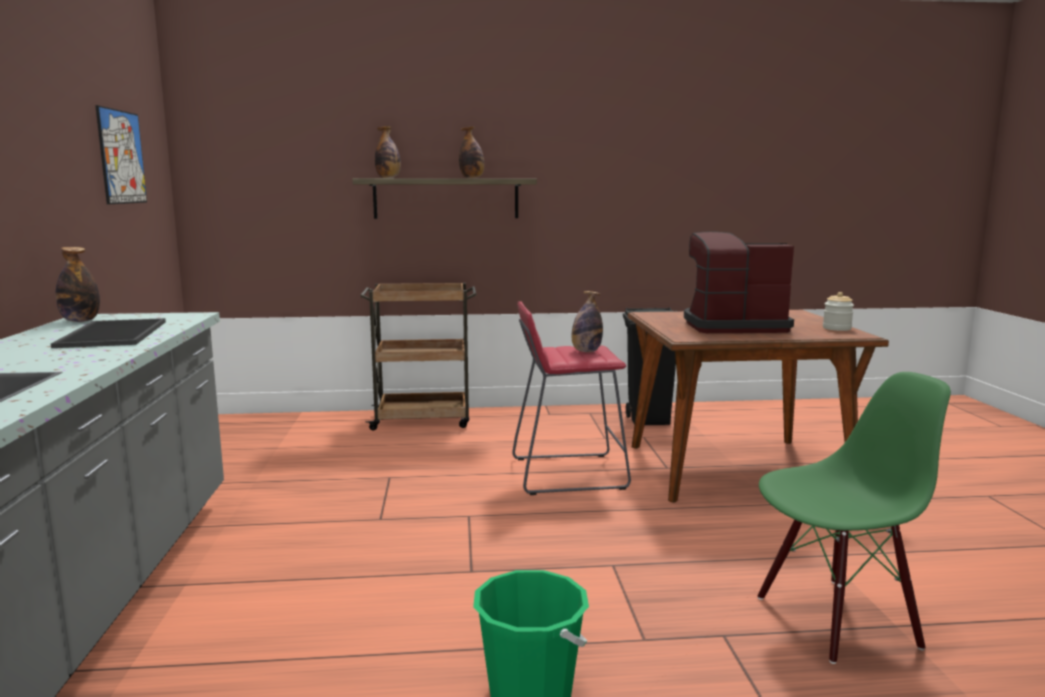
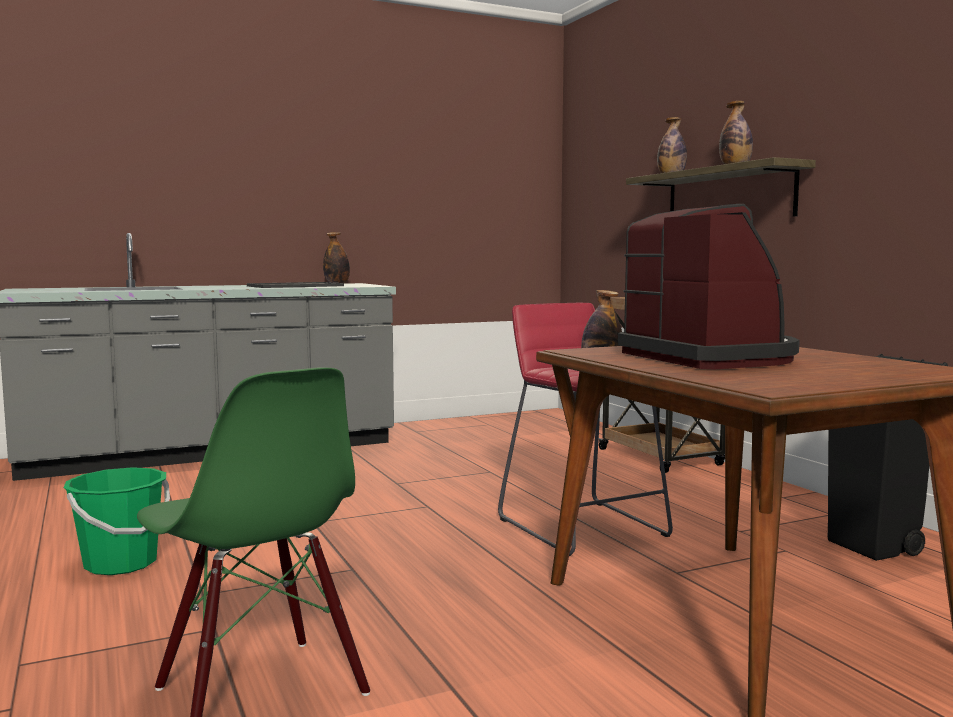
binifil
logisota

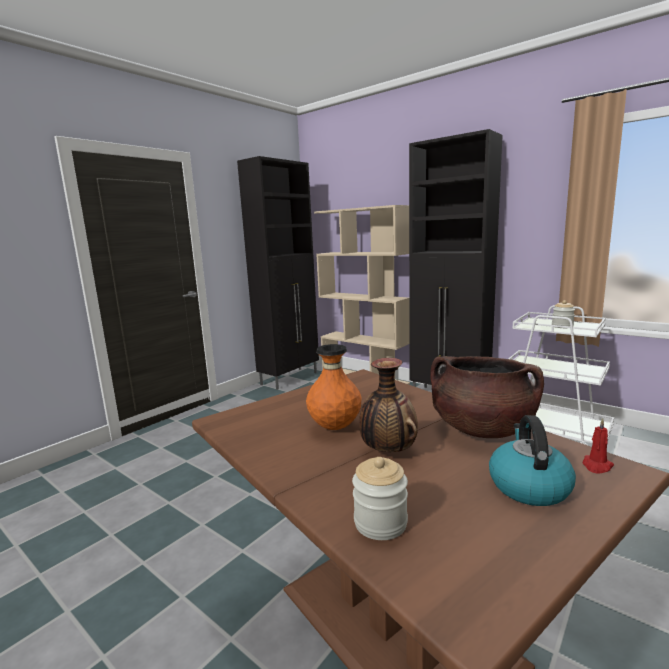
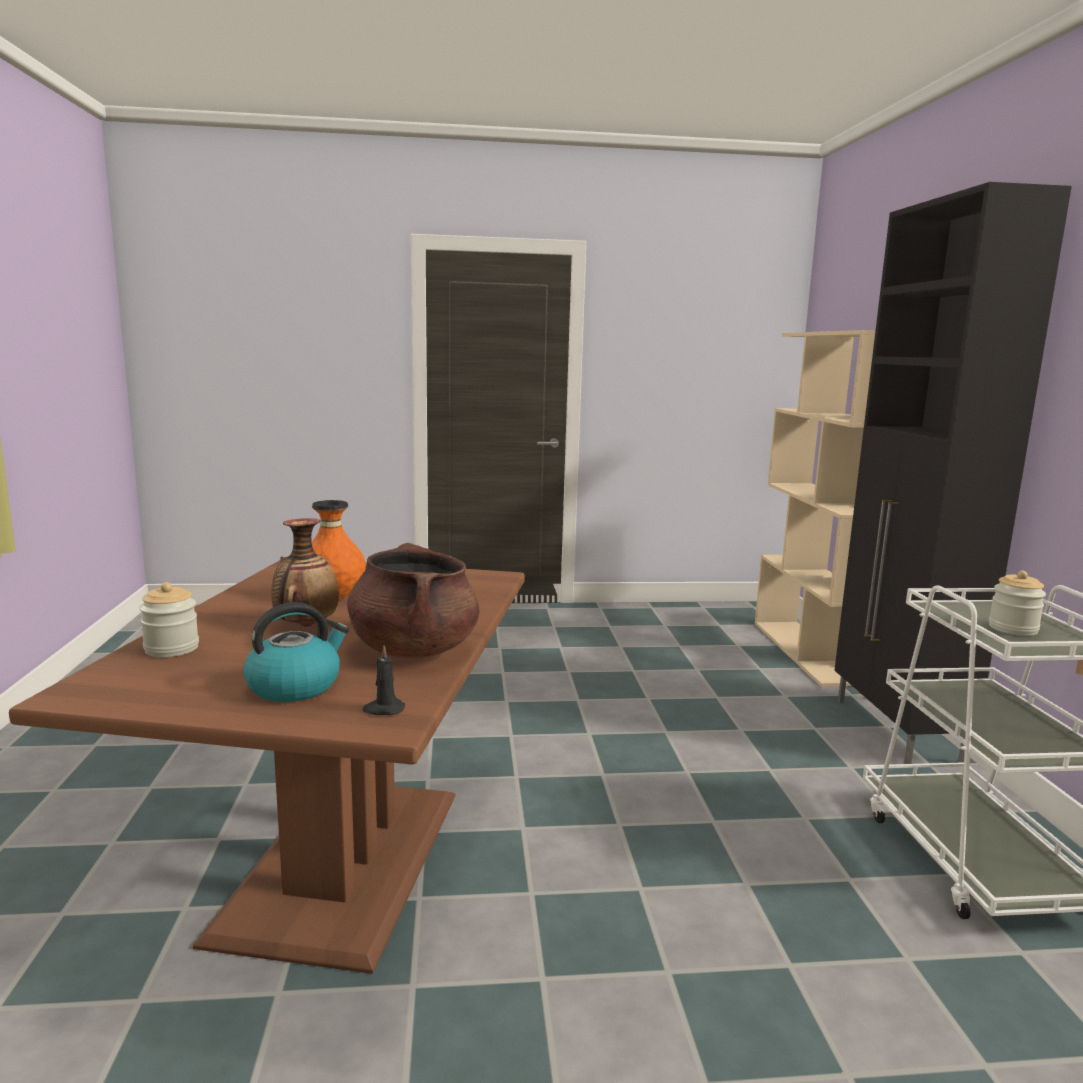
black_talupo (no. 1 from left in the first image)
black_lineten

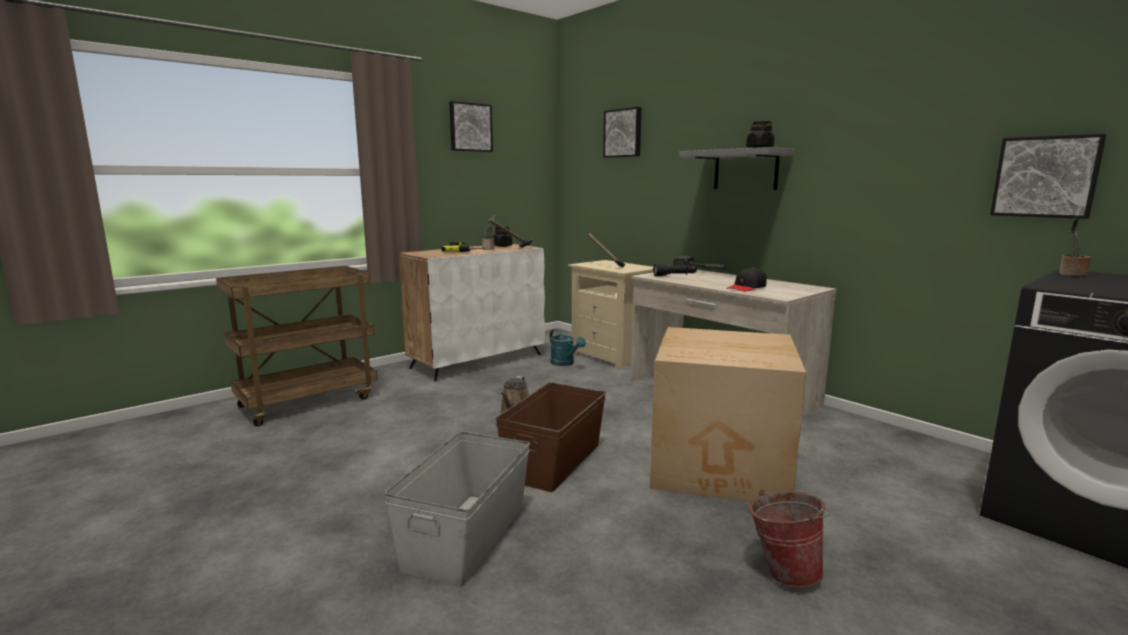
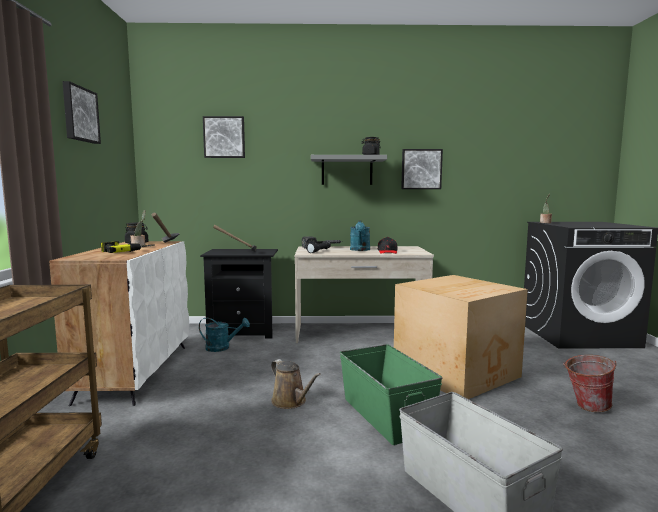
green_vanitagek
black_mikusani
binifil (no. 3 from left)
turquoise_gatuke (no. 2 from left)

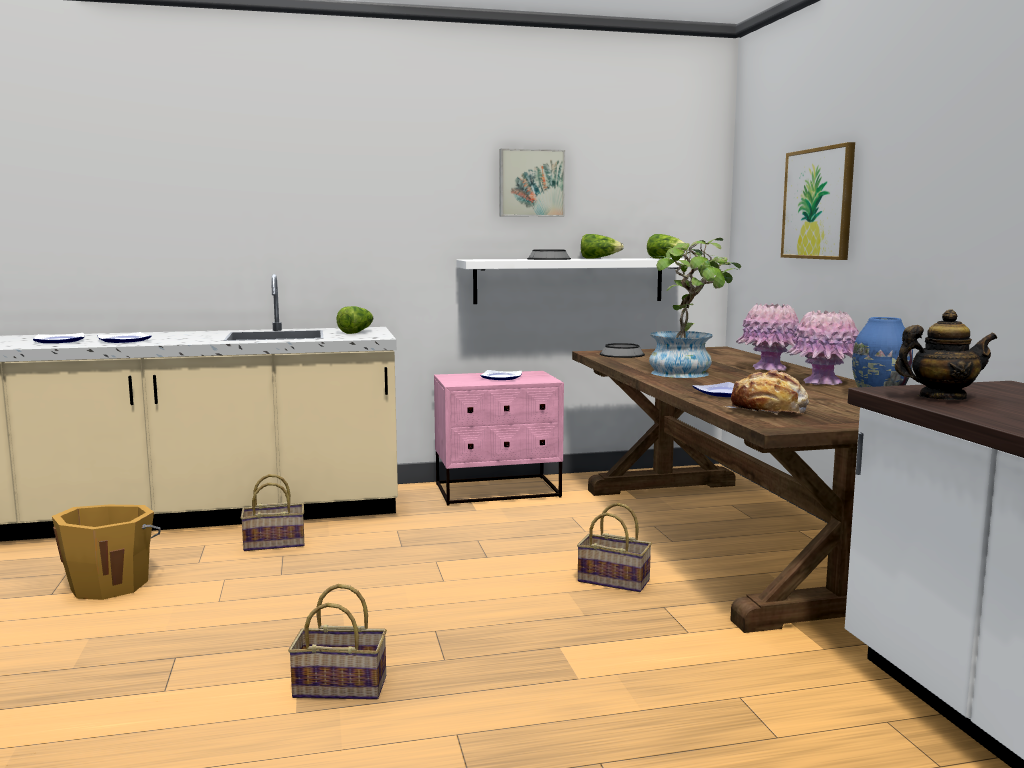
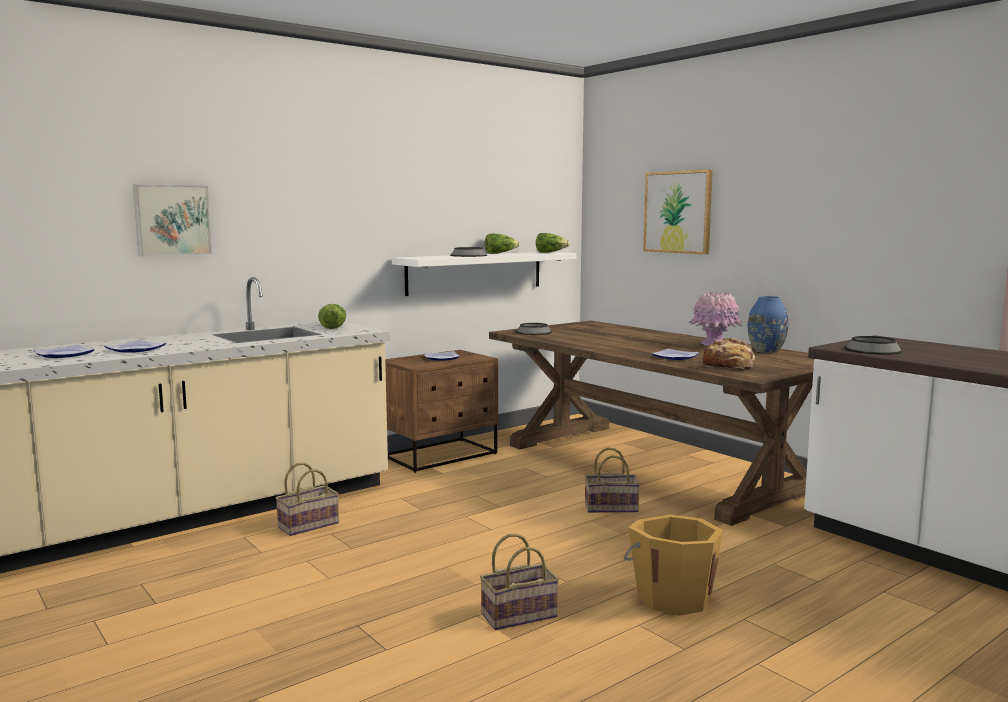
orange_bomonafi
brown_mikusani
binifil (no. 1 from left)
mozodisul
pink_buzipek (no. 1 from left in the first image)
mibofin (no. 3 from left)

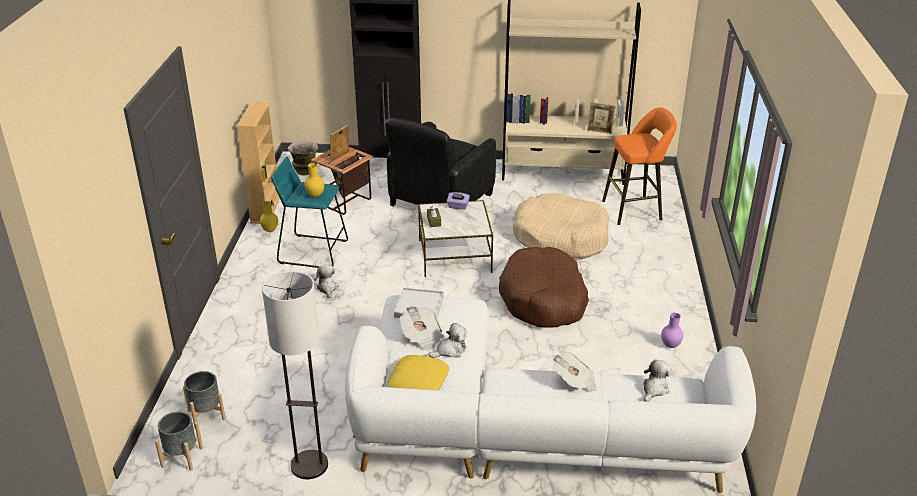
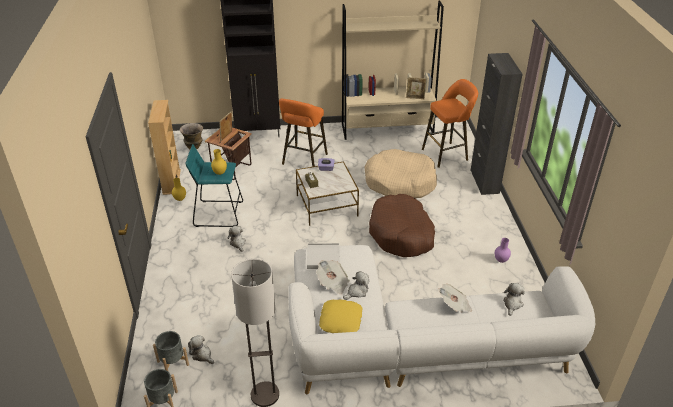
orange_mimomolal (no. 1 from left)
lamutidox (no. 1 from left)
black_talupo (no. 2 from left)

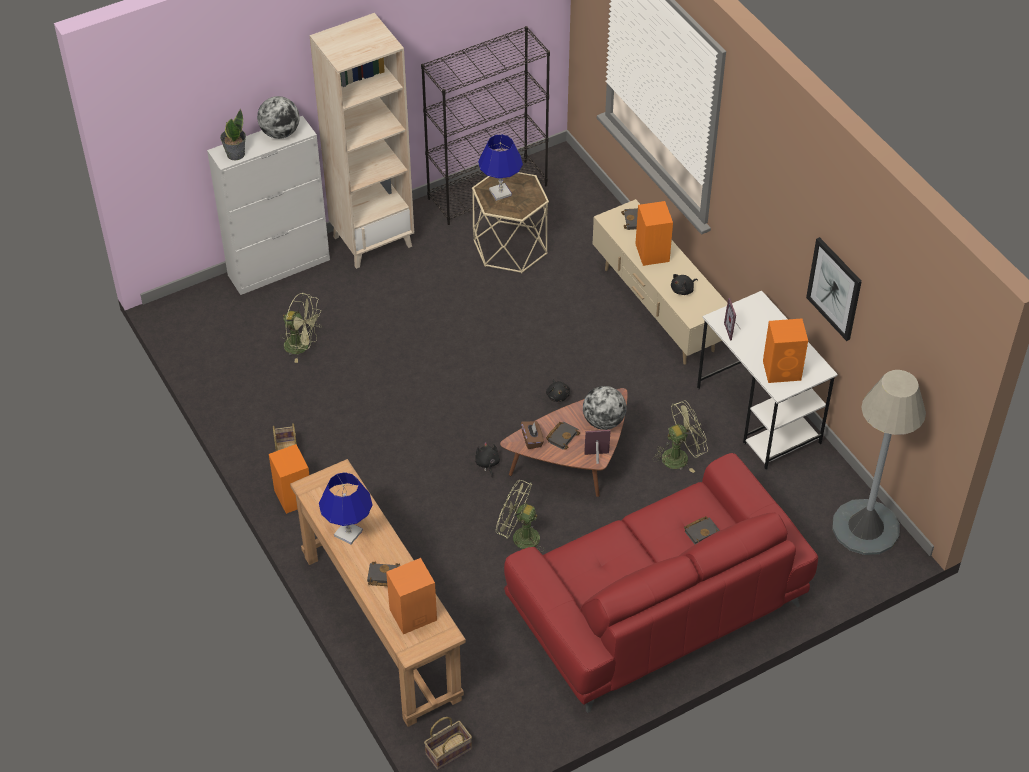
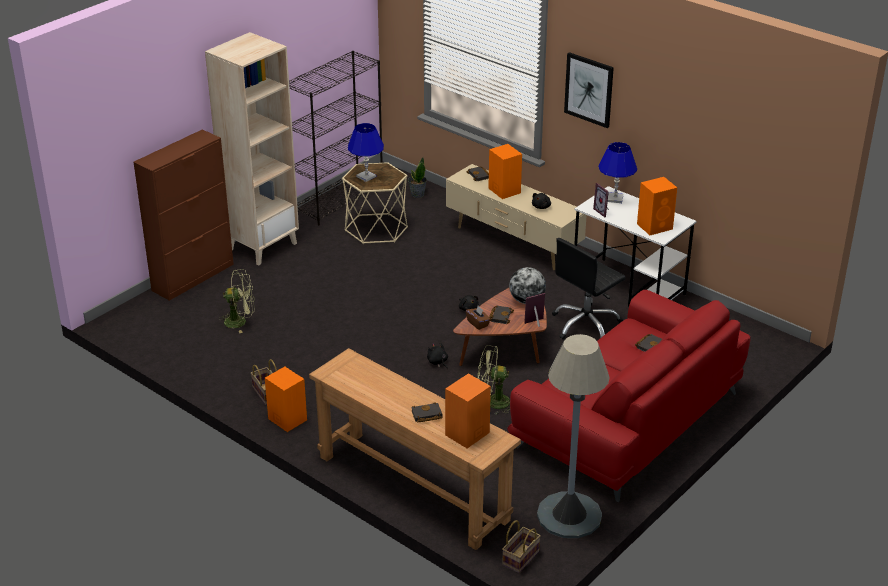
brown_talupo
mozodisul
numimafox (no. 1 from left in the first image)
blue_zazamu (no. 2 from left)
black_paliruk
binifil
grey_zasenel

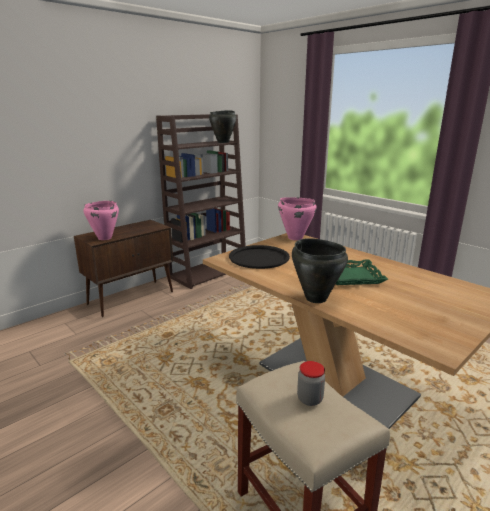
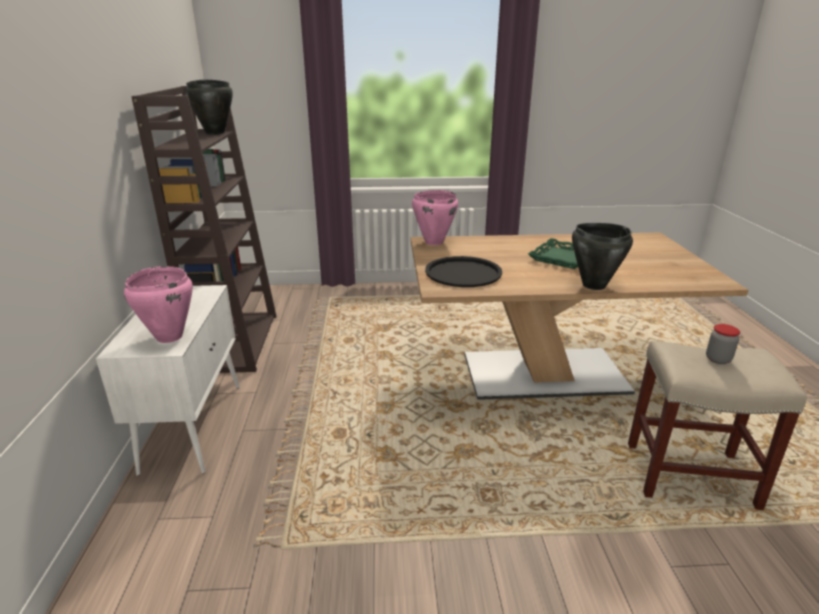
white_talupo

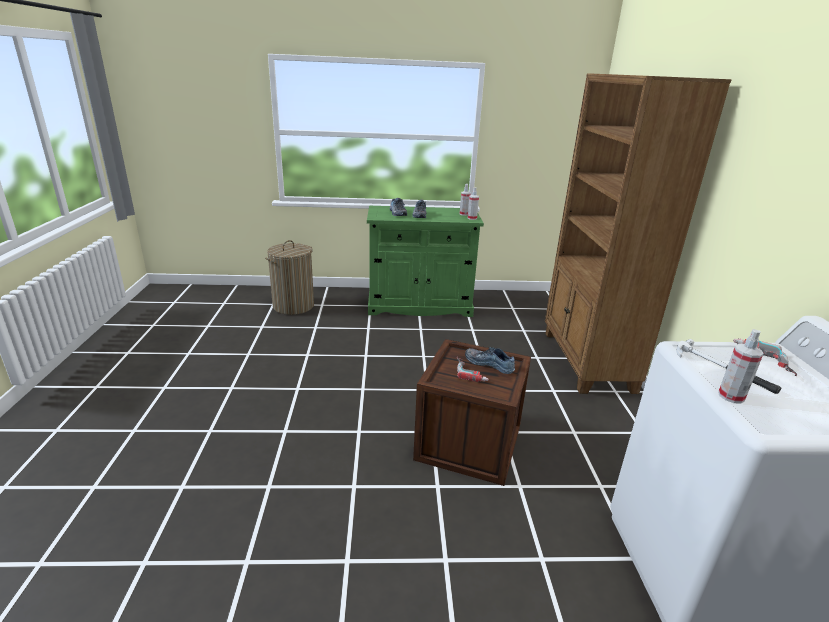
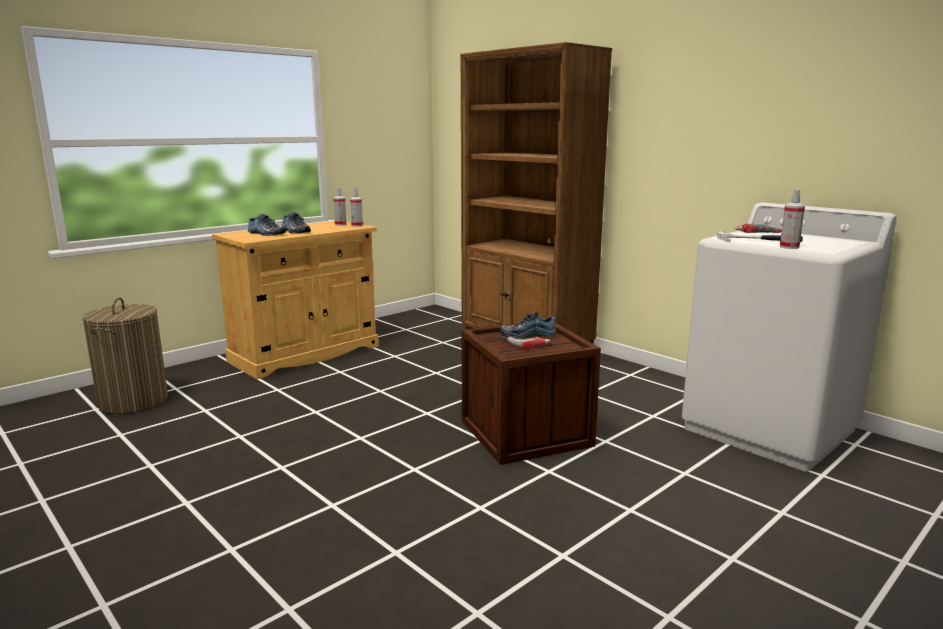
beige_talupo

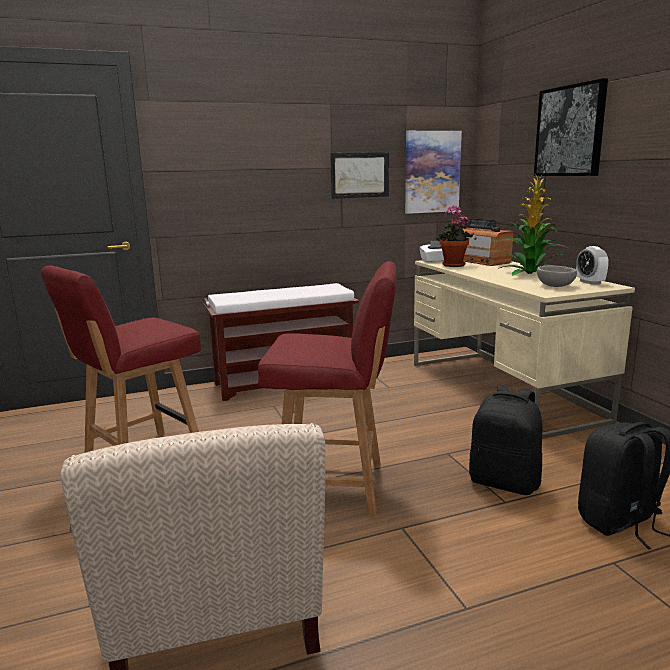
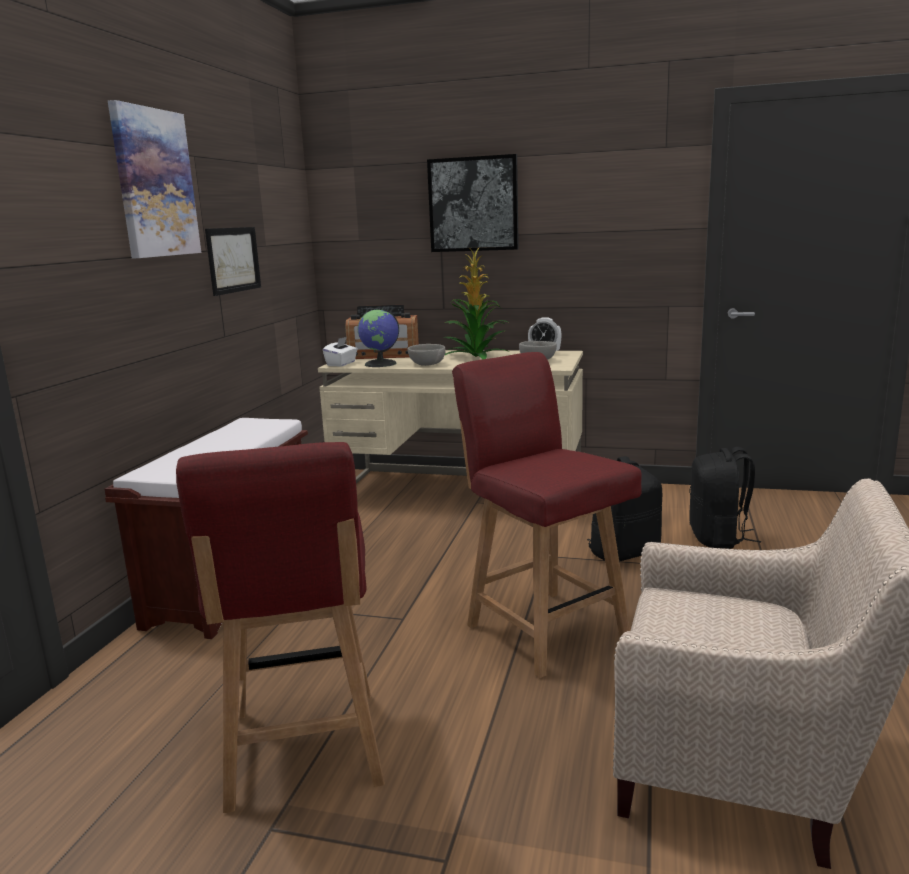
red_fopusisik (no. 2 from left)
binifil (no. 1 from left)
numimafox
grey_mibofin (no. 1 from left)

